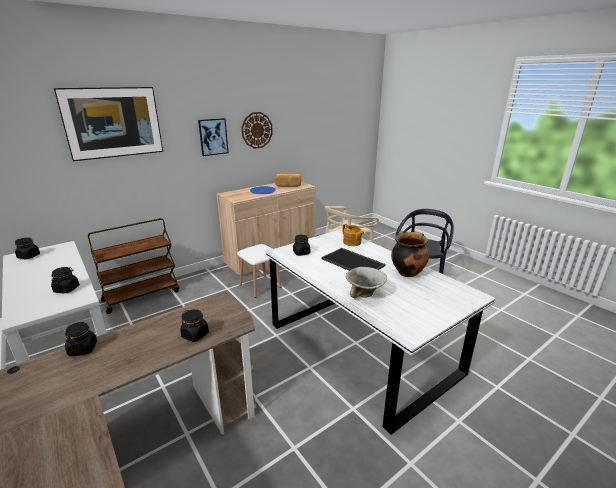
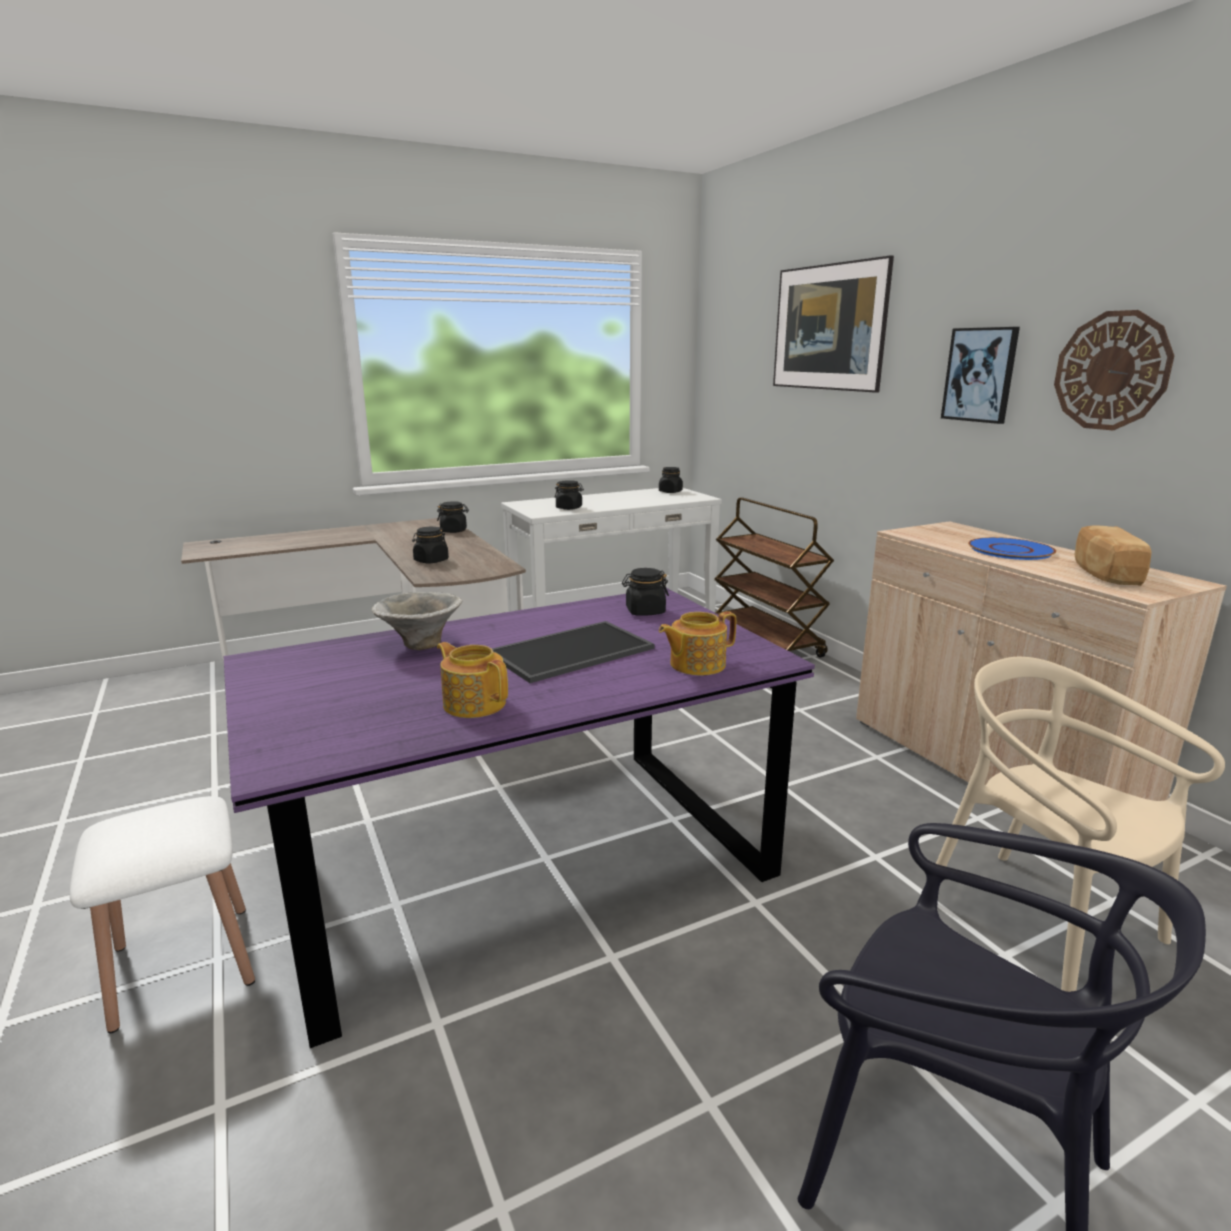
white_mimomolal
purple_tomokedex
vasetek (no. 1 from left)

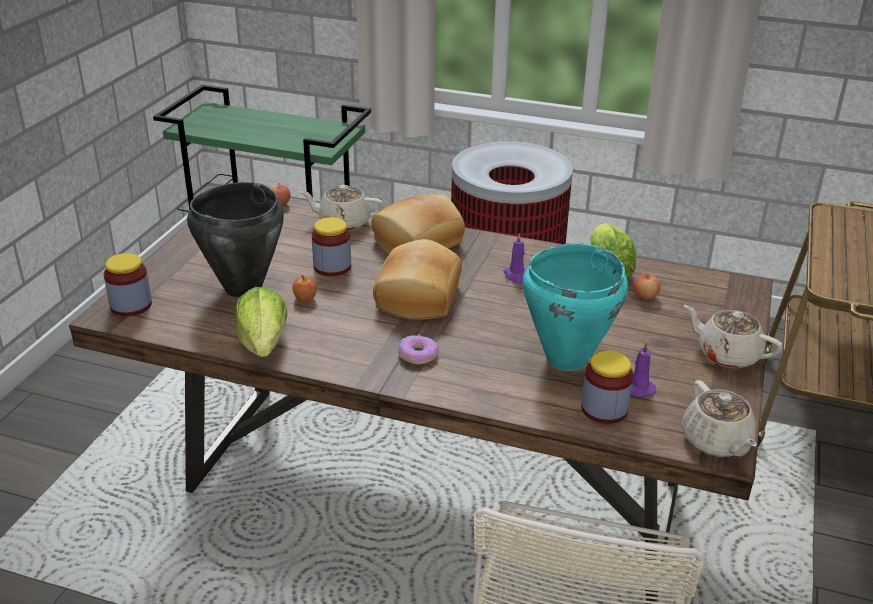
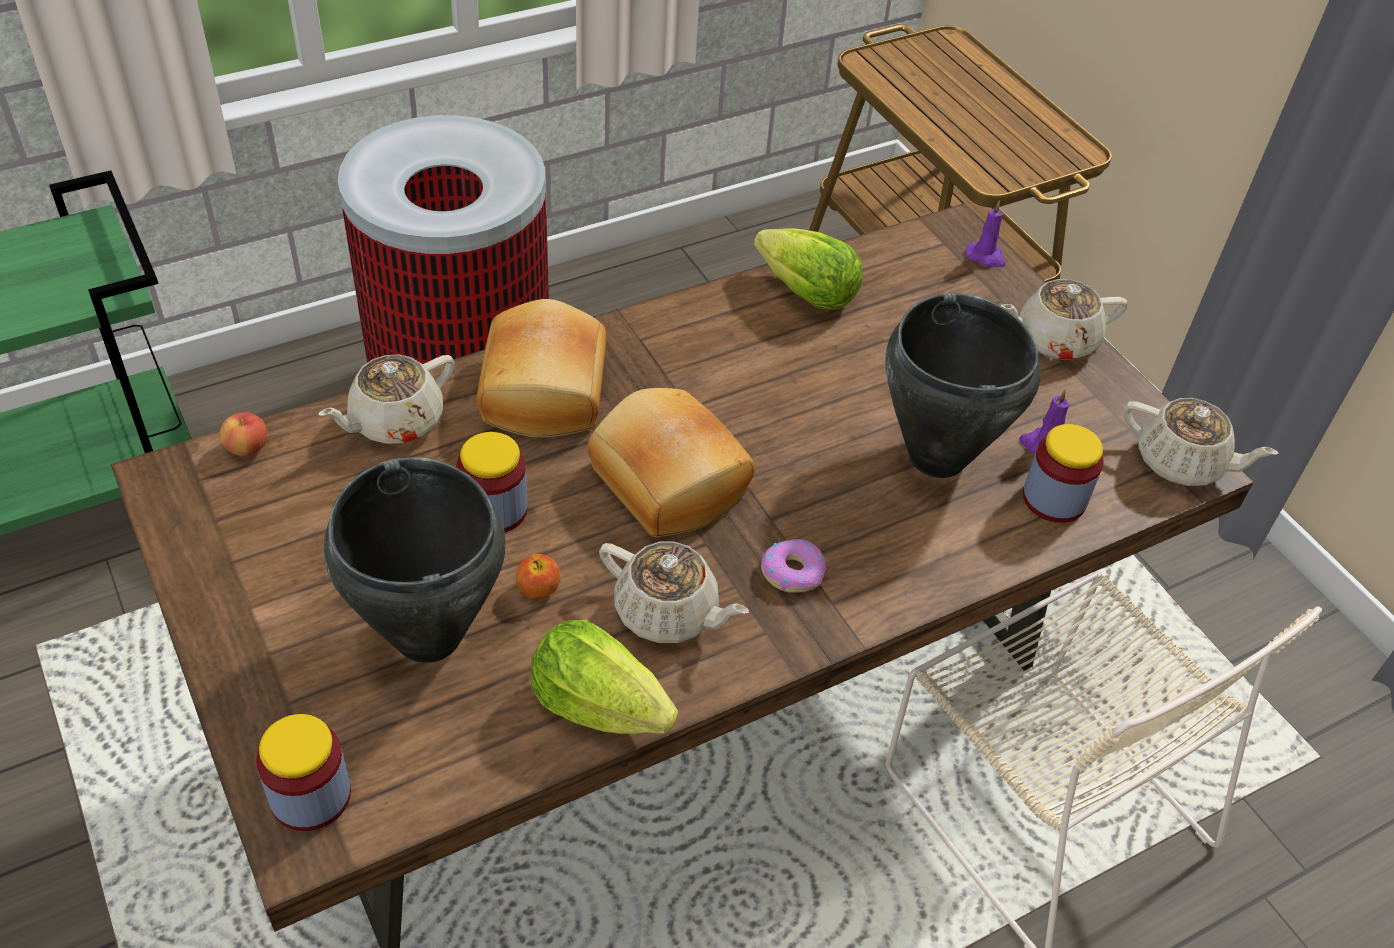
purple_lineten (no. 1 from left)
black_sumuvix (no. 2 from left)
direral (no. 3 from left in the first image)
beige_vasetek (no. 2 from left)

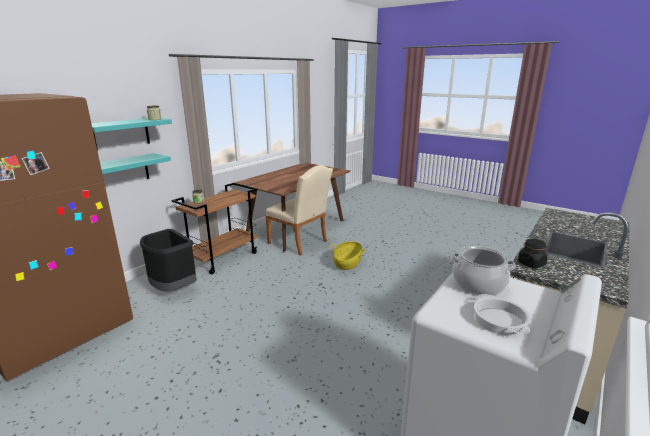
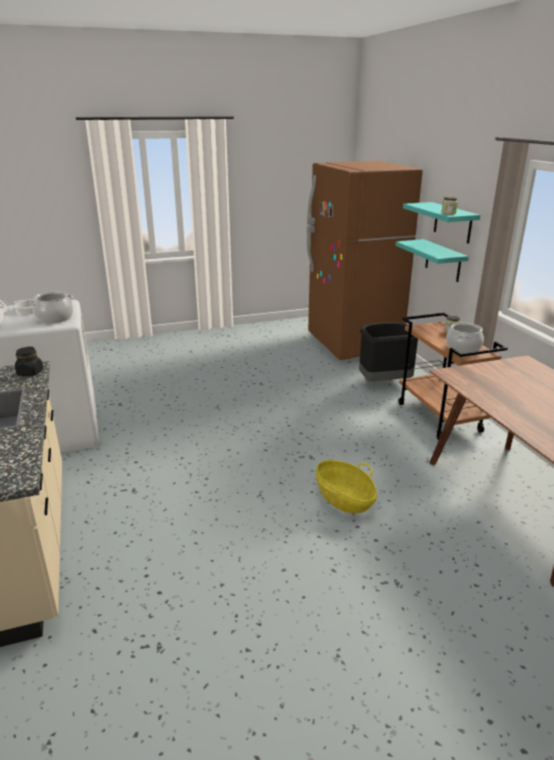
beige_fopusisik
sumuvix (no. 3 from left)

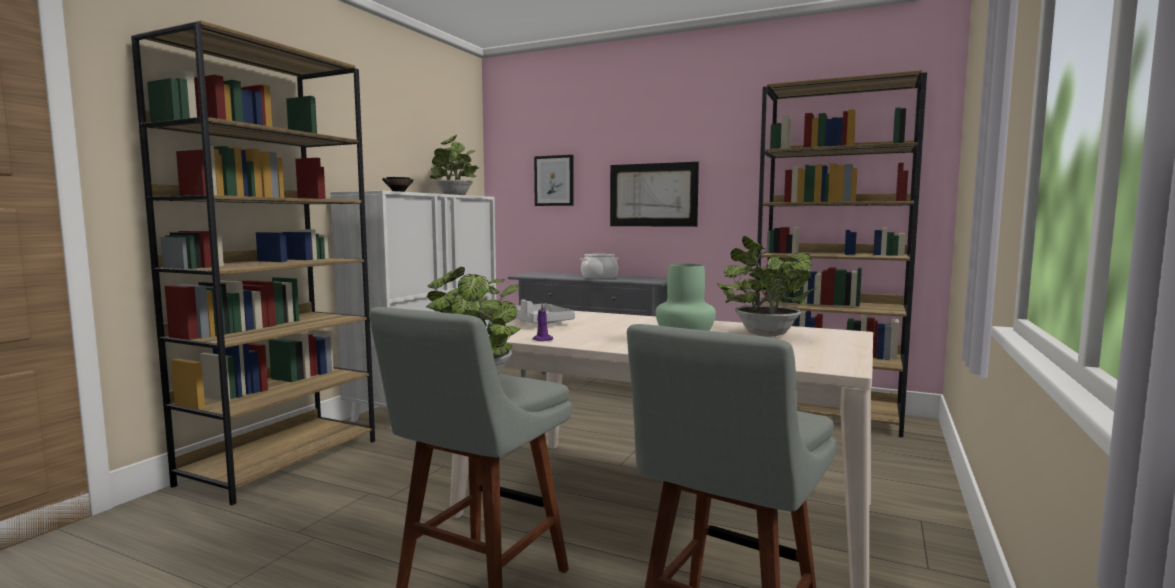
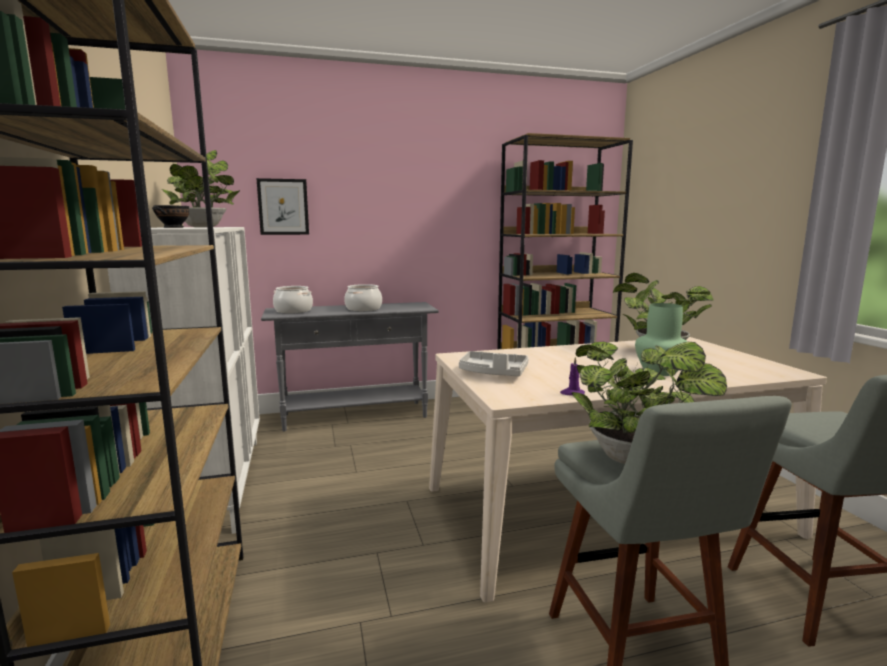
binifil (no. 2 from left in the first image)
sumuvix (no. 1 from left)

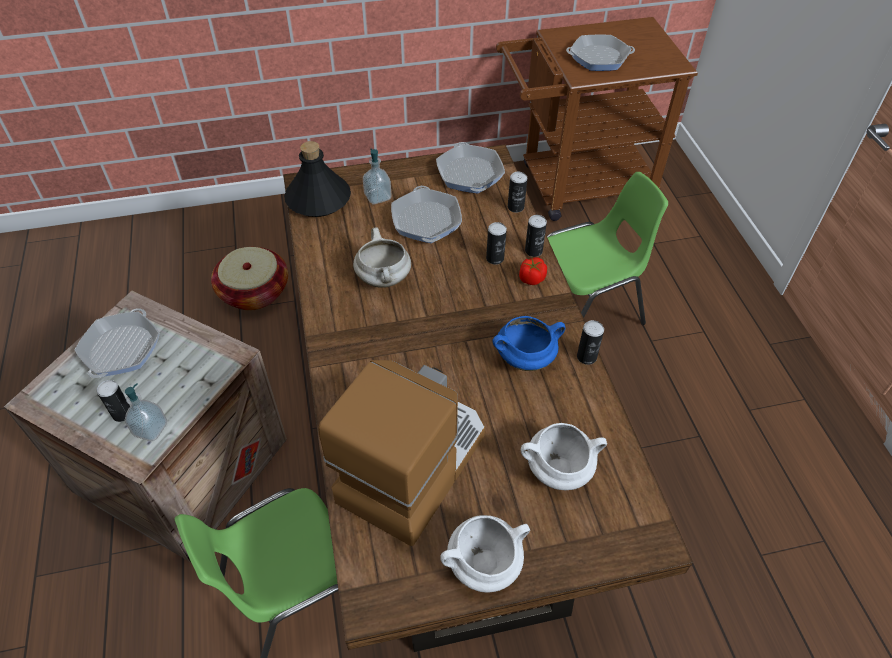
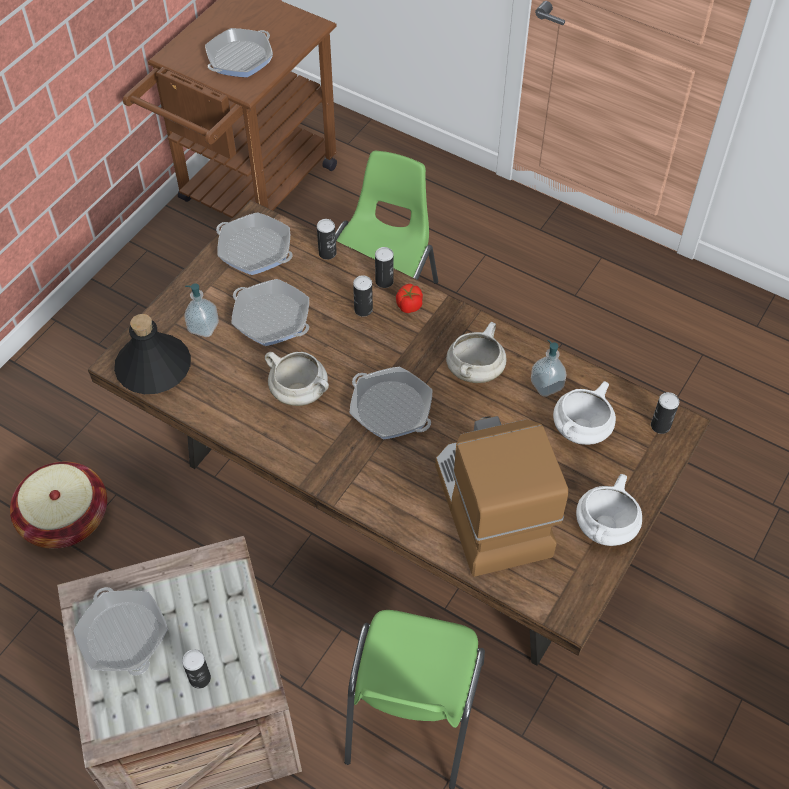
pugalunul (no. 2 from left)
white_sumuvix (no. 2 from left)
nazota (no. 5 from left)
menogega (no. 5 from left)

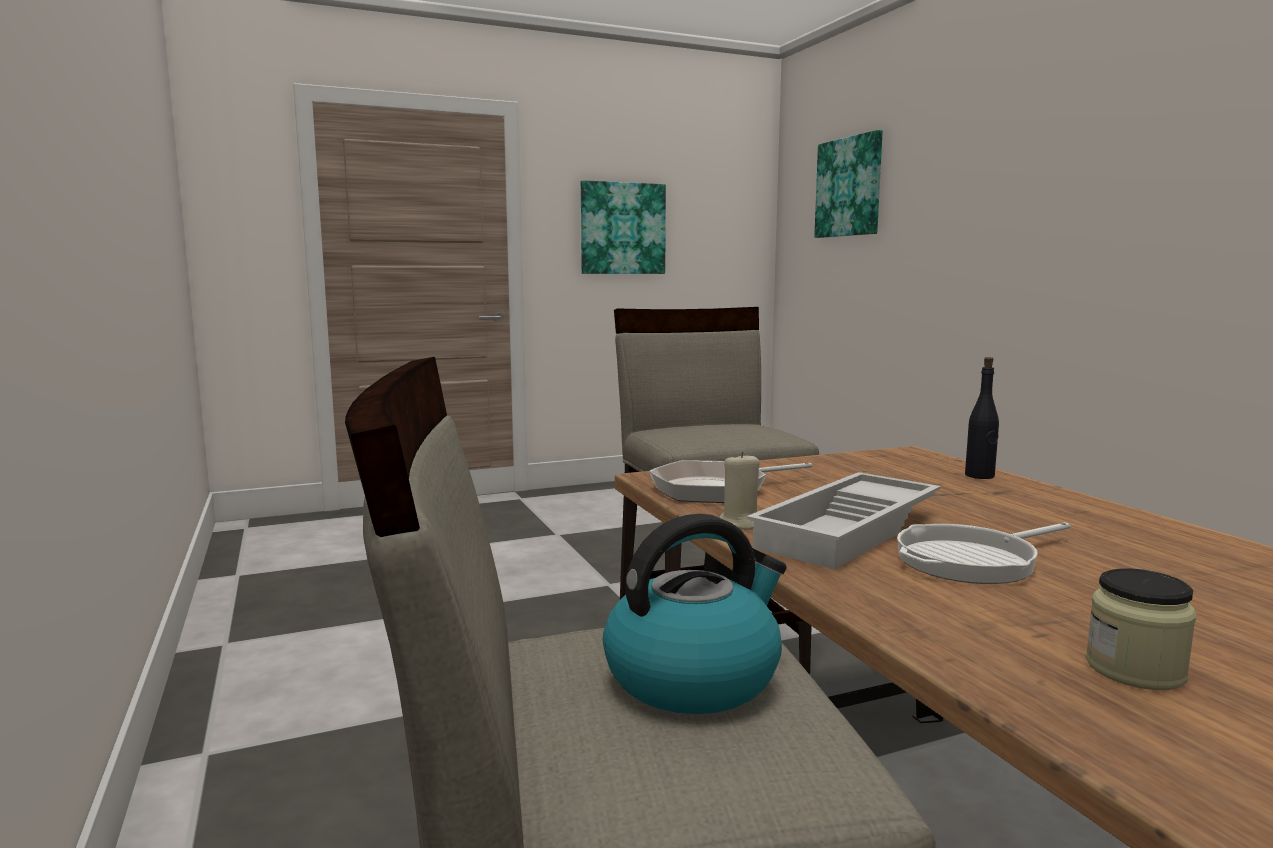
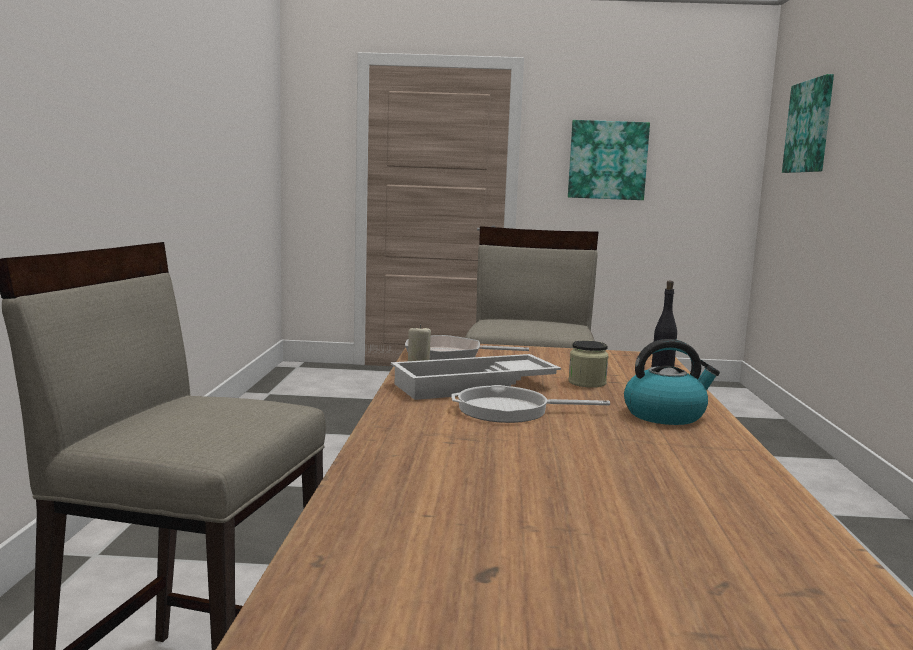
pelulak
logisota

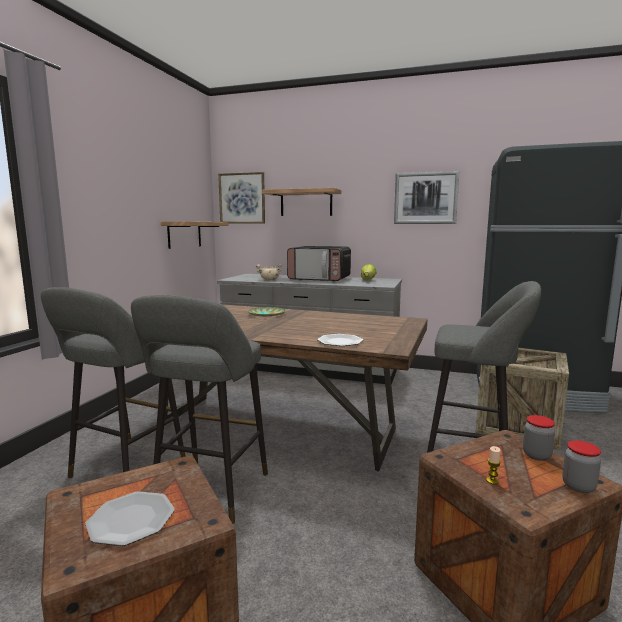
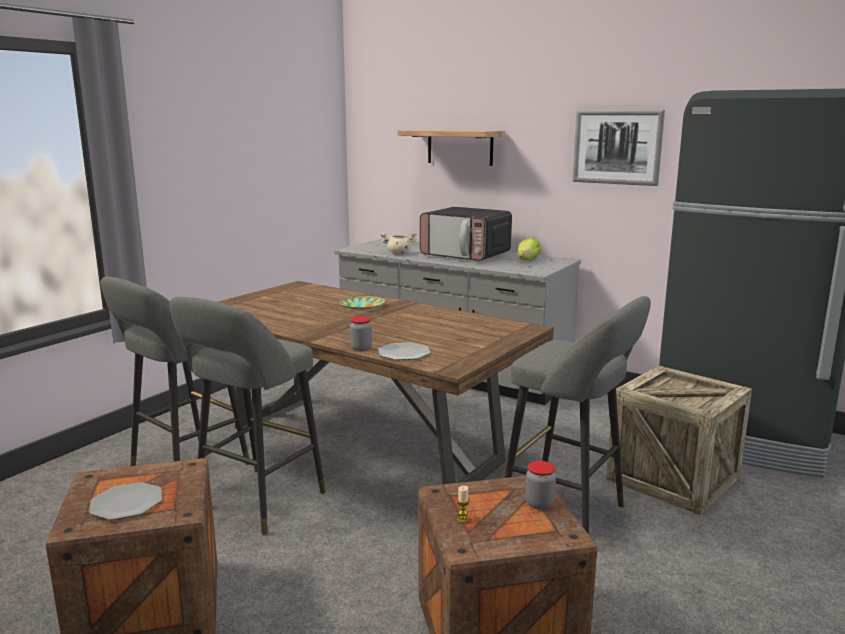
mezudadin (no. 1 from left in the first image)
binifil (no. 1 from left in the first image)
logisota (no. 1 from left)

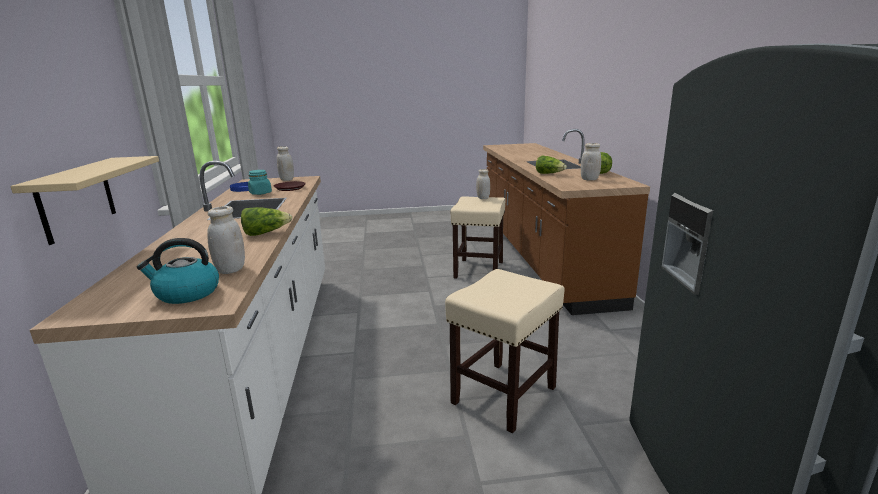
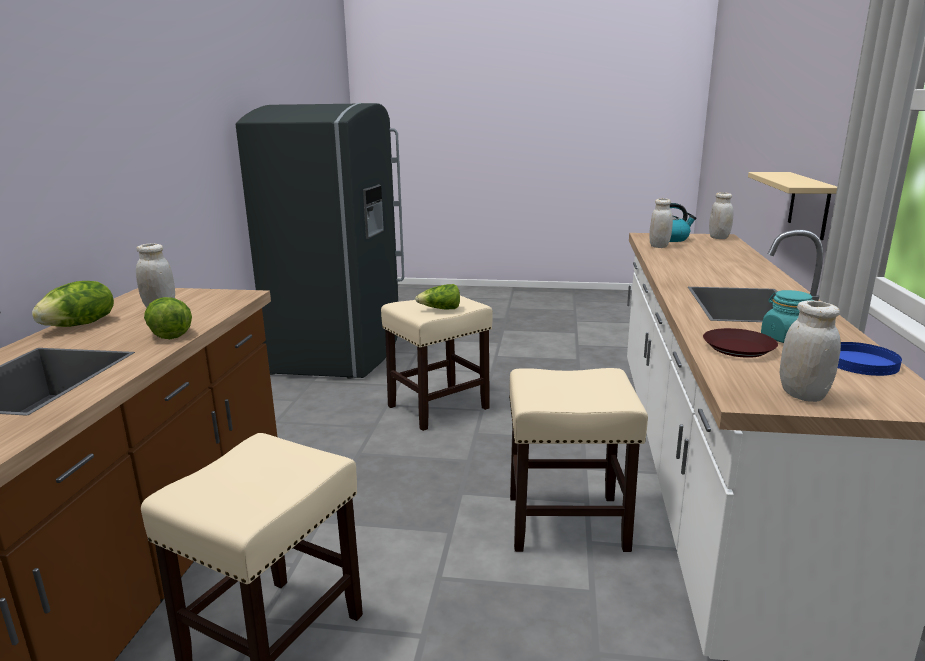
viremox (no. 3 from left)
white_logisota (no. 3 from left)
beige_mimomolal (no. 3 from left)

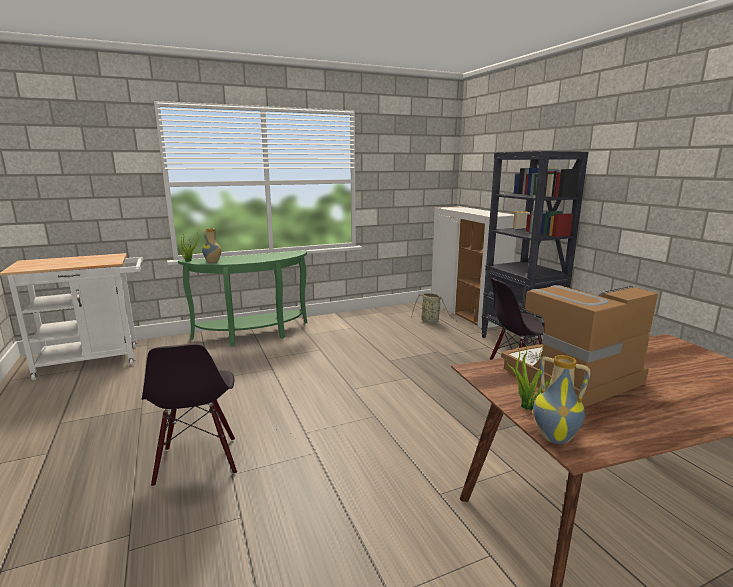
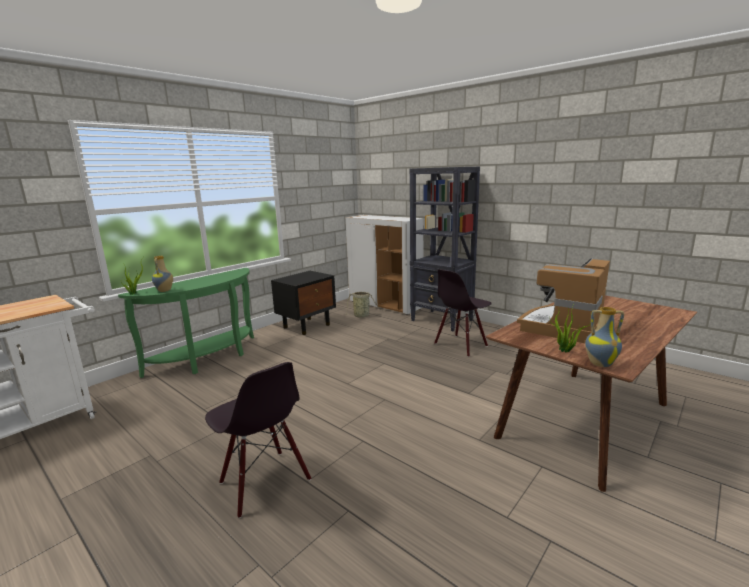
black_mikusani

